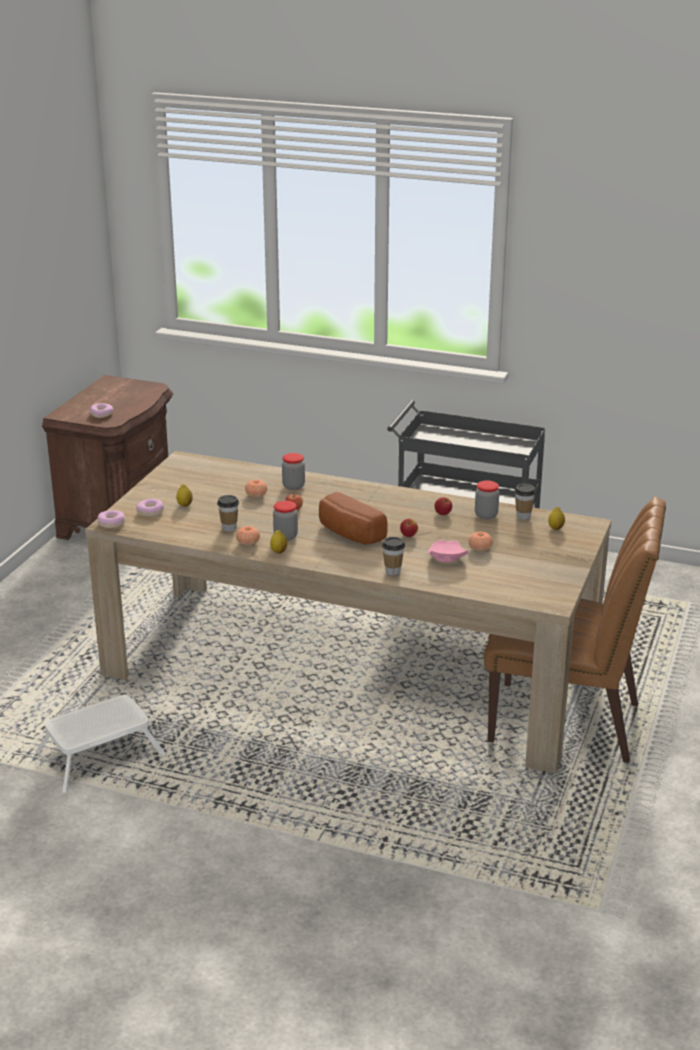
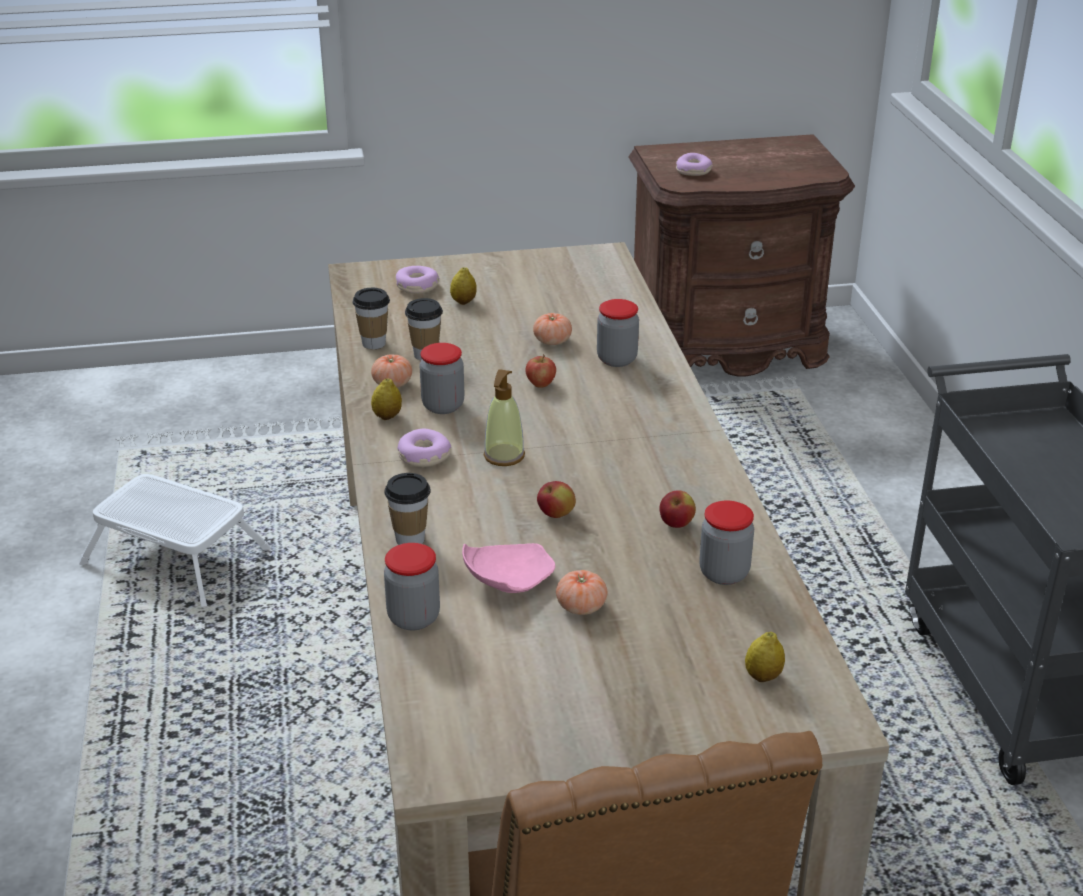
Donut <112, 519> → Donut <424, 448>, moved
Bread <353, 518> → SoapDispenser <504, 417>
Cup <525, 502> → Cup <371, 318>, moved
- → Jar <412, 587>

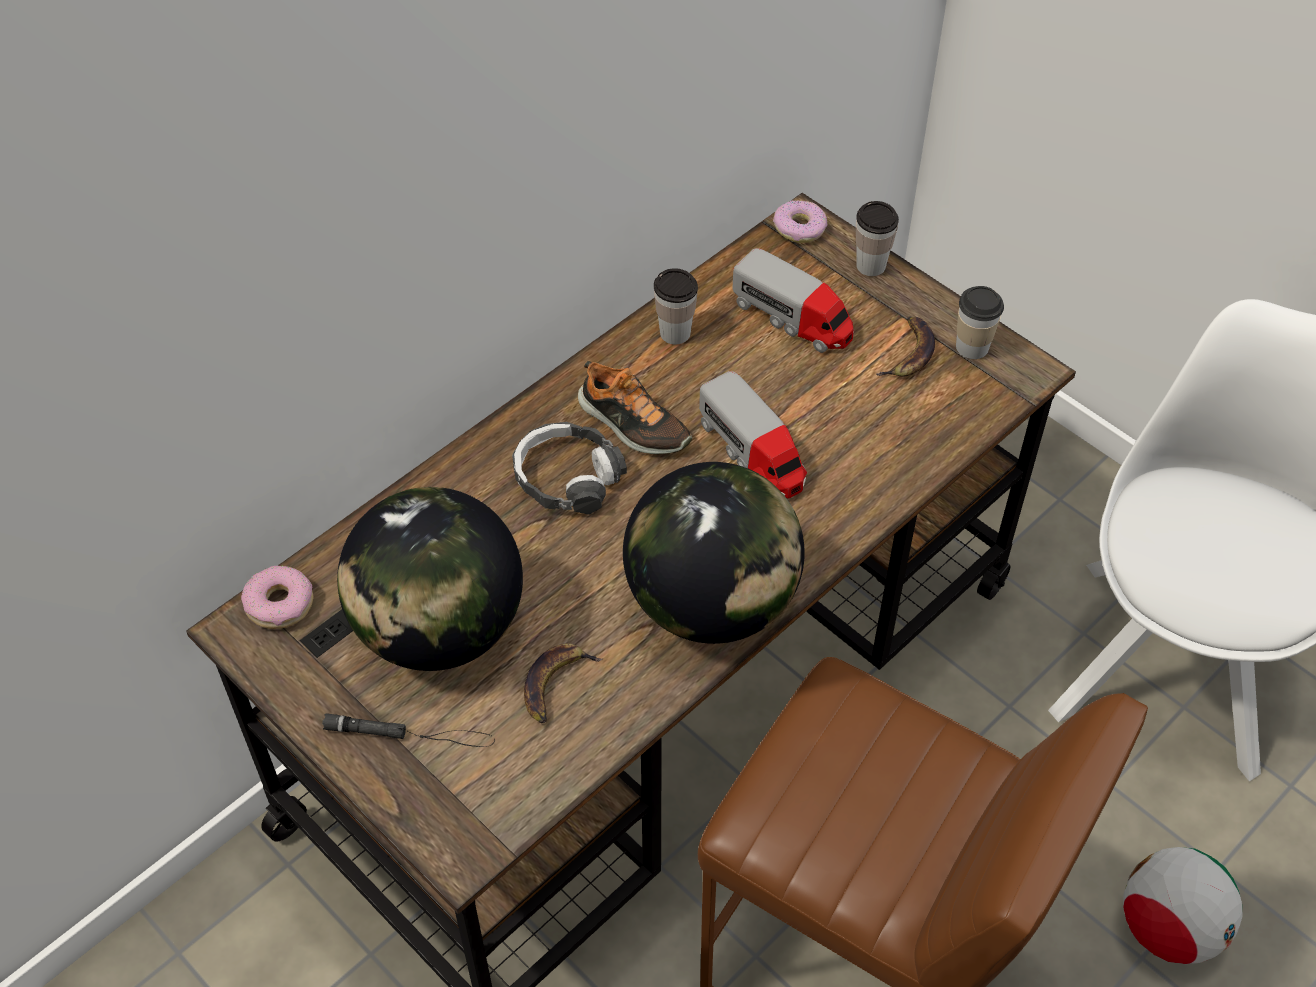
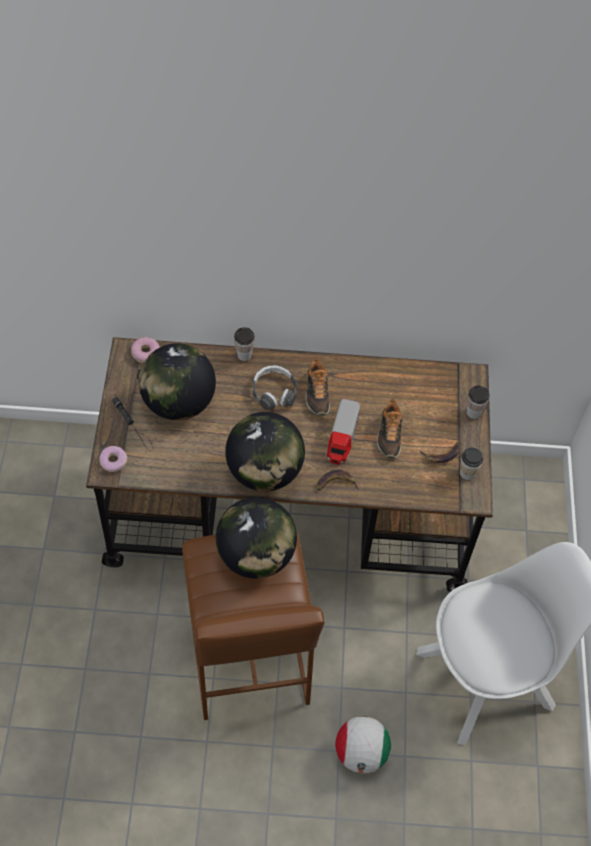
Banana <563, 683> → Banana <338, 480>, moved
Cup <676, 306> → Cup <244, 344>, moved
ToyTruck <793, 300> → -
Donut <800, 221> → Donut <113, 459>, moved
- → Globe <256, 538>
- → Shoe <390, 428>

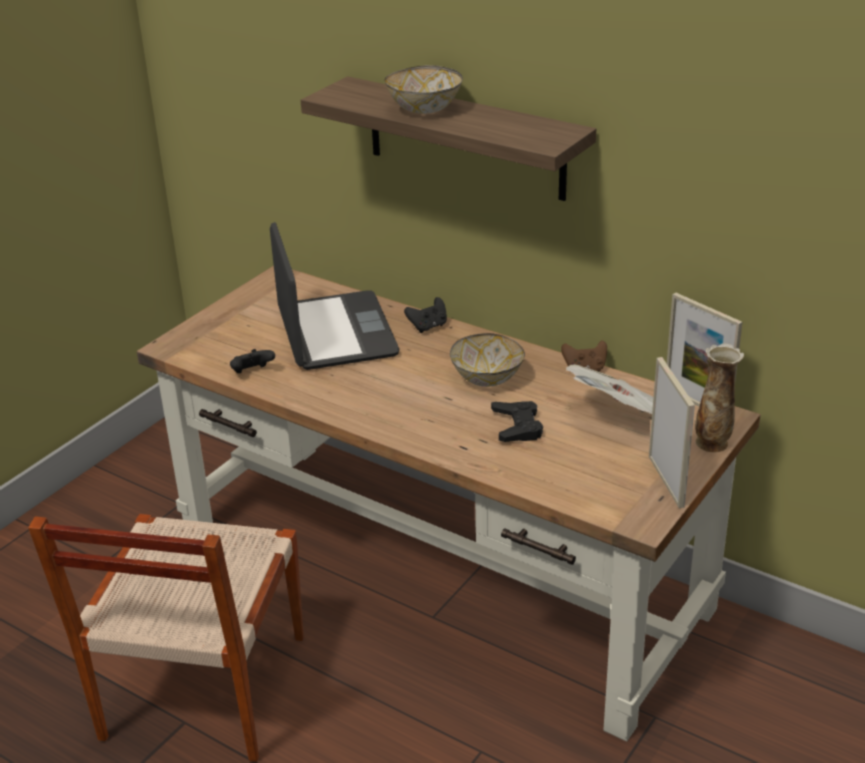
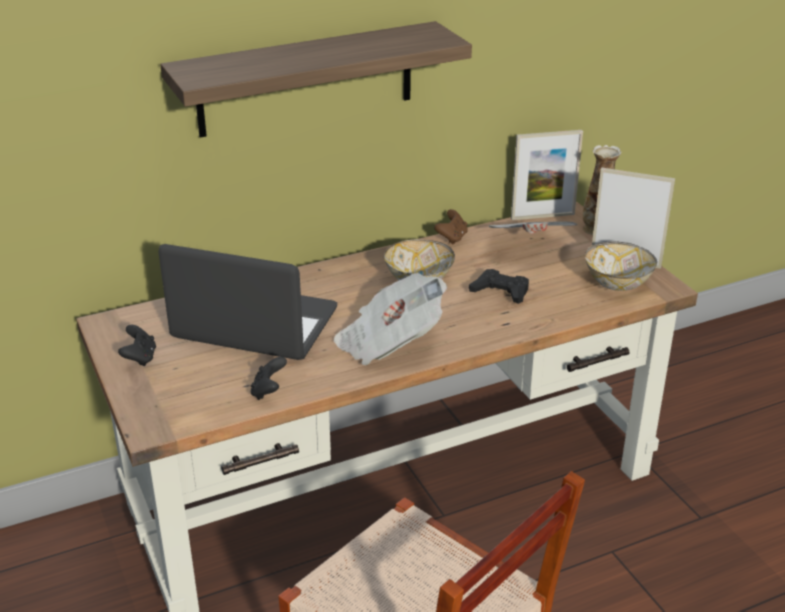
Bowl <424, 89> → Bowl <621, 266>, moved
BlackGameController <425, 315> → BlackGameController <137, 345>, moved
- → Newspaper <390, 319>

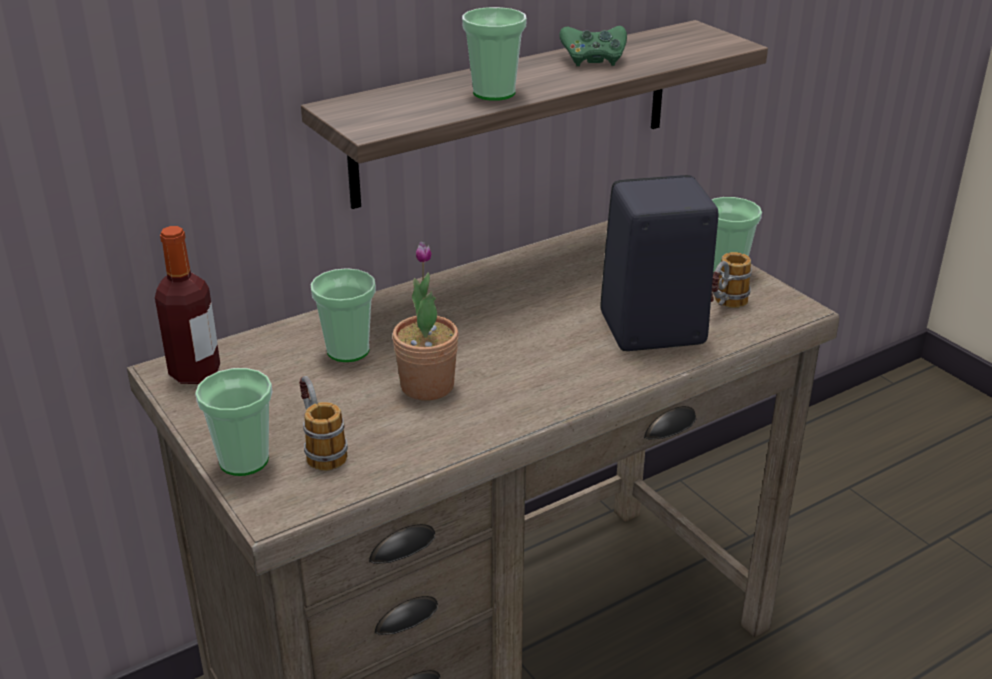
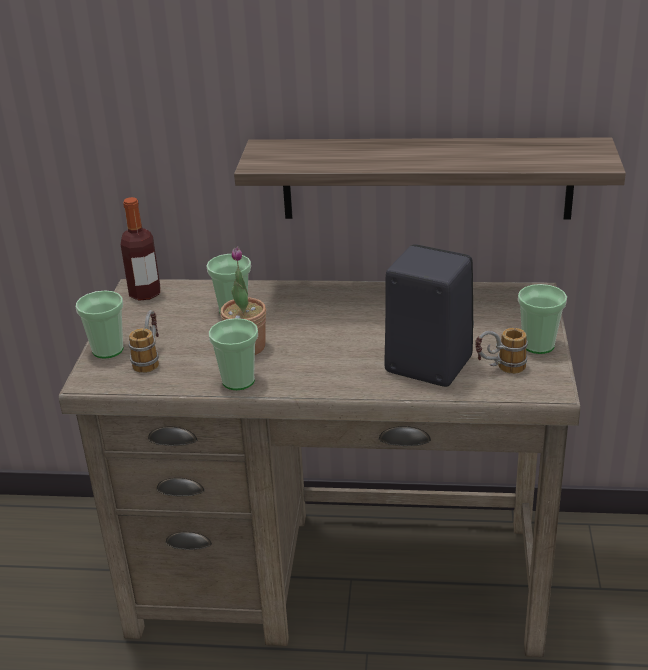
Cup <494, 54> → Cup <233, 354>, moved
GreenGameController <593, 46> → -

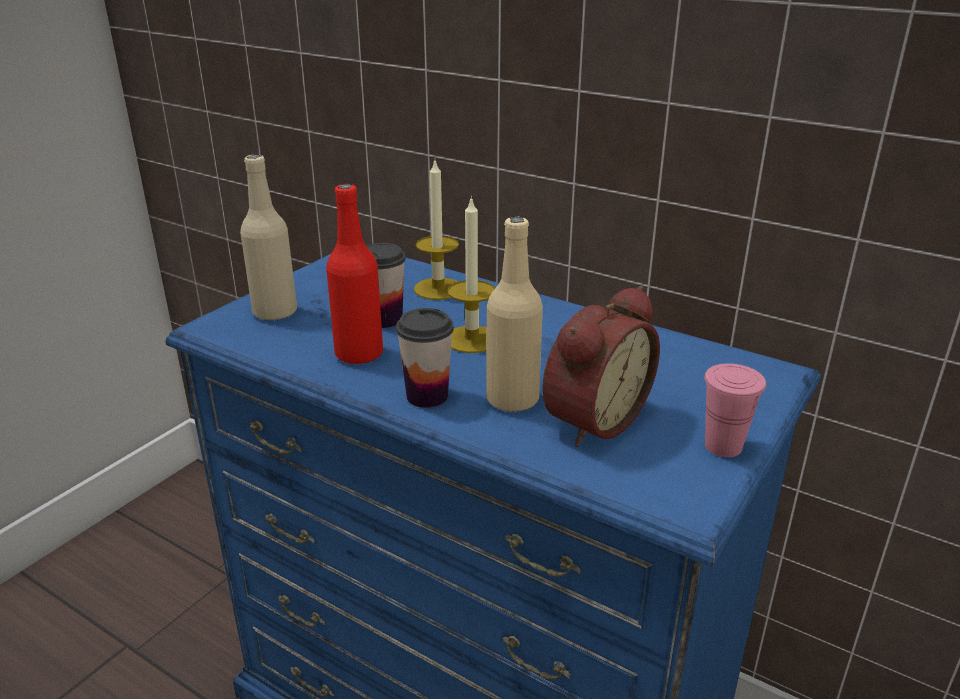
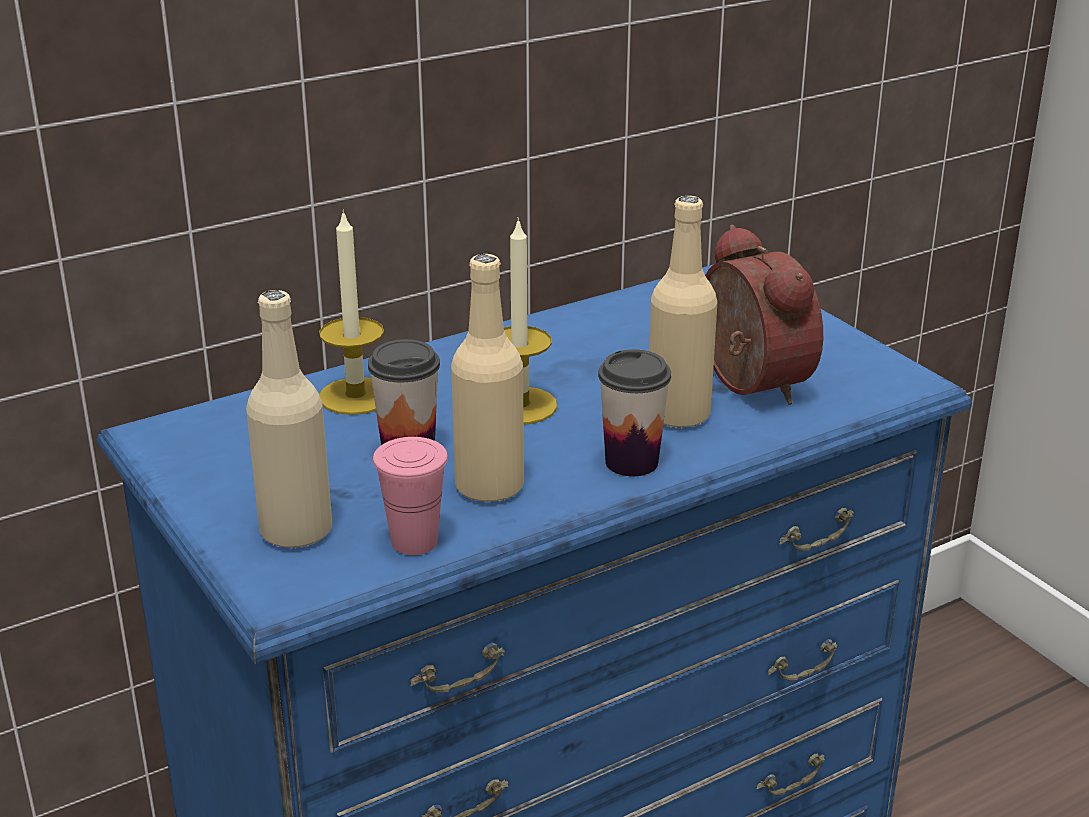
RedBottle <354, 274> → BeigeBottle <487, 378>
PinkCup <735, 410> → PinkCup <410, 496>, moved

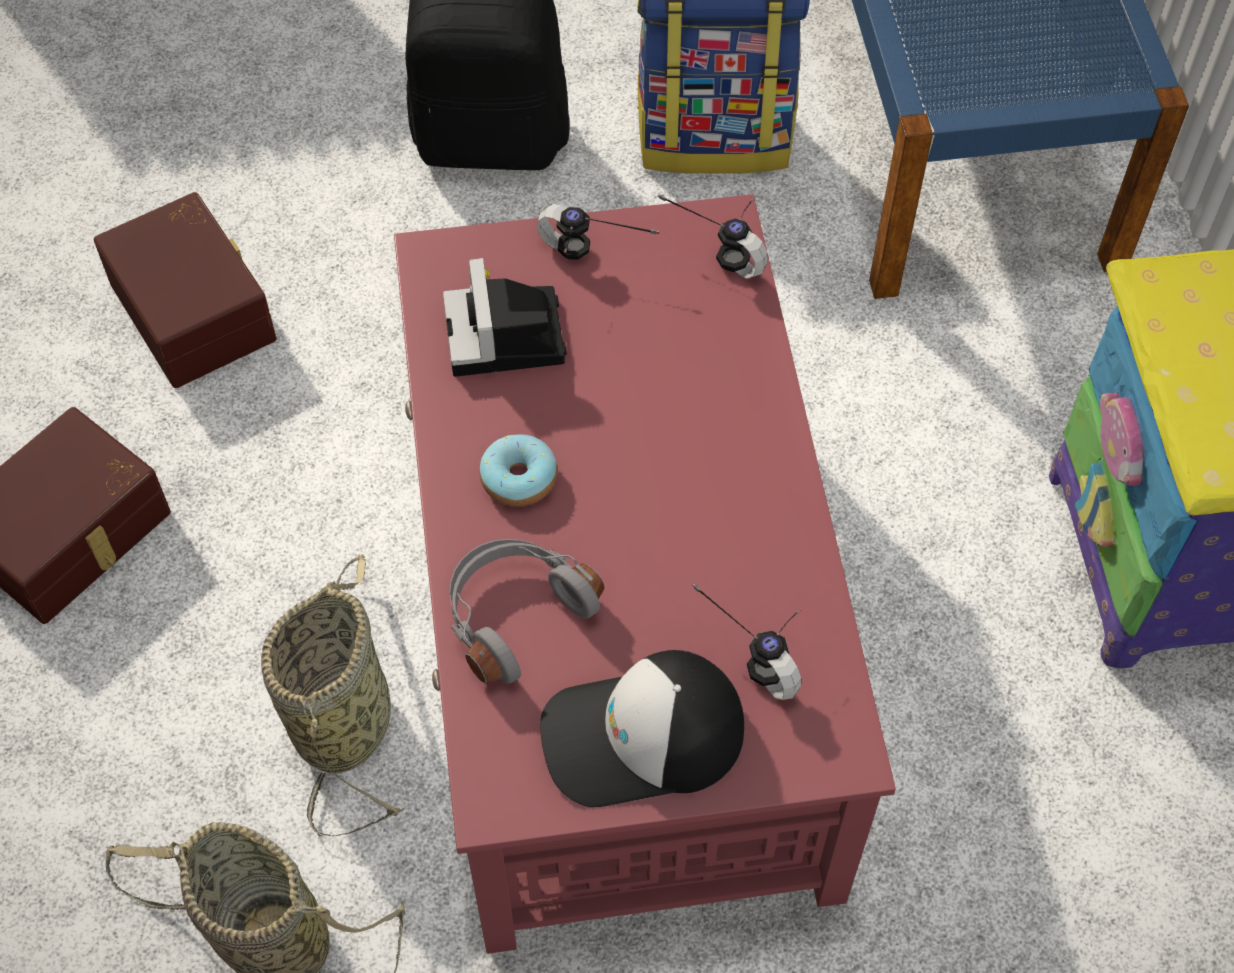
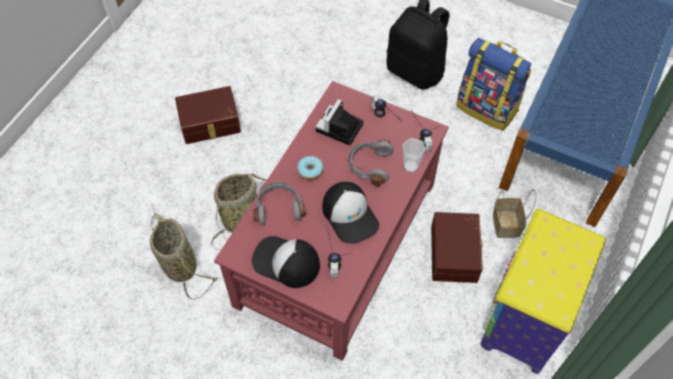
BrownStorageBox <185, 290> → BrownStorageBox <457, 247>, moved
- → Cap <350, 213>
- → GreyHeadphones <371, 163>
- → Cup <414, 155>
- → Basket <514, 213>

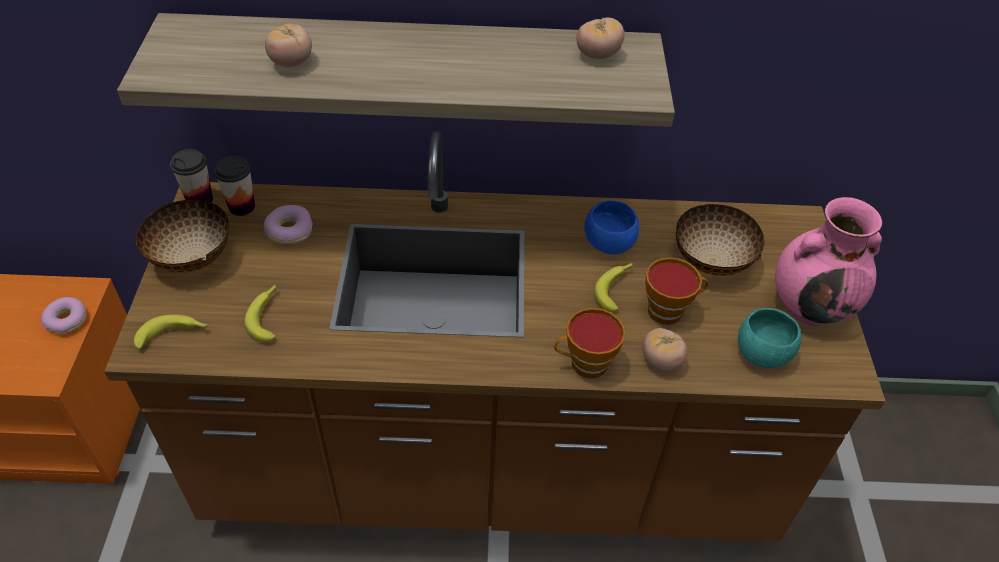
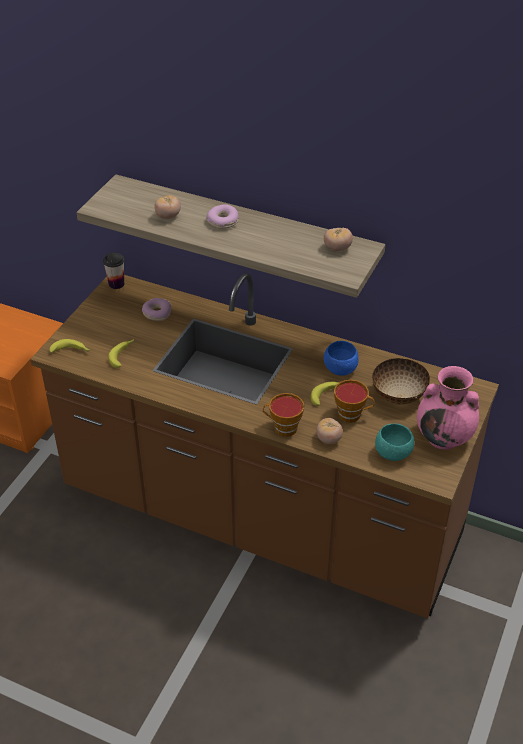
Donut <64, 315> → Donut <222, 216>, moved
Bowl <182, 236> → -
Cup <234, 186> → -

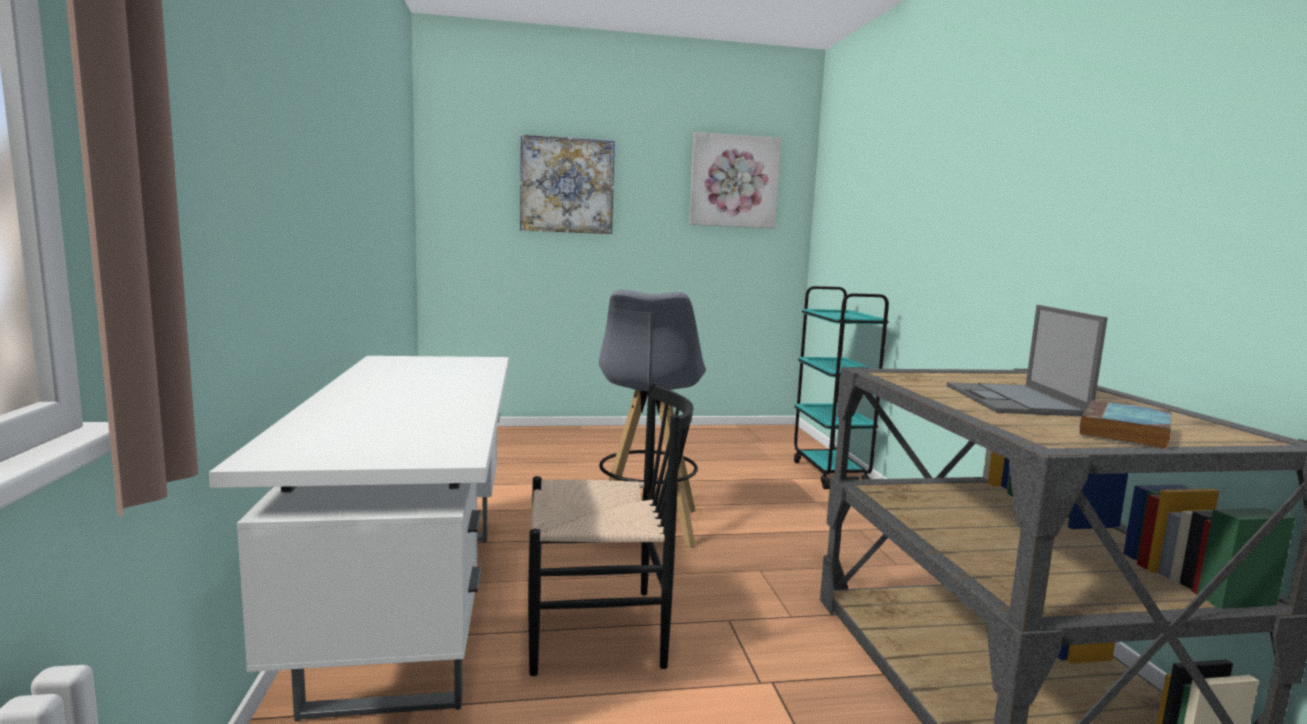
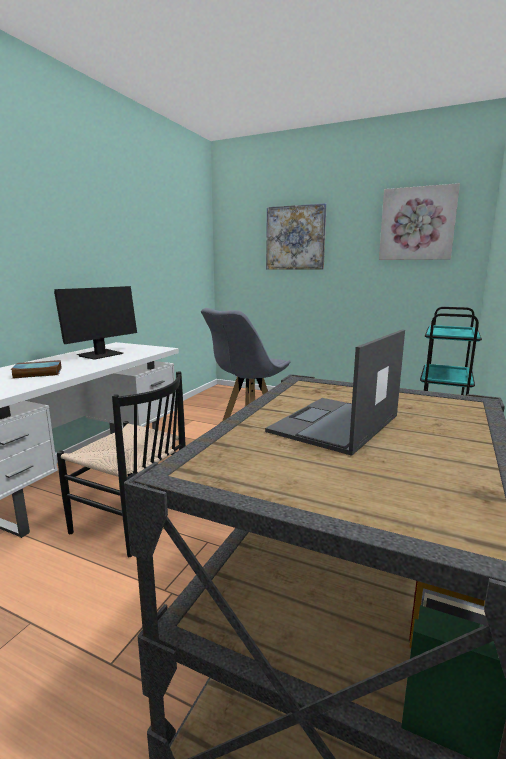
Book <1125, 425> → Book <36, 369>, moved
- → Monitor <95, 323>

